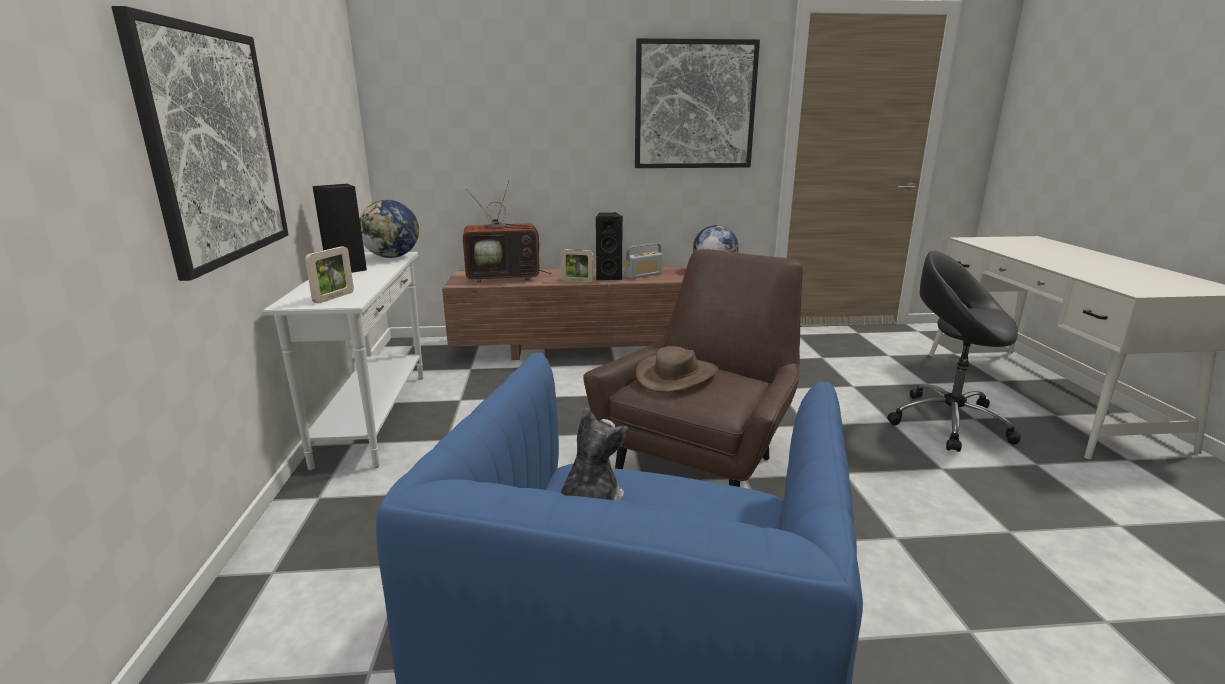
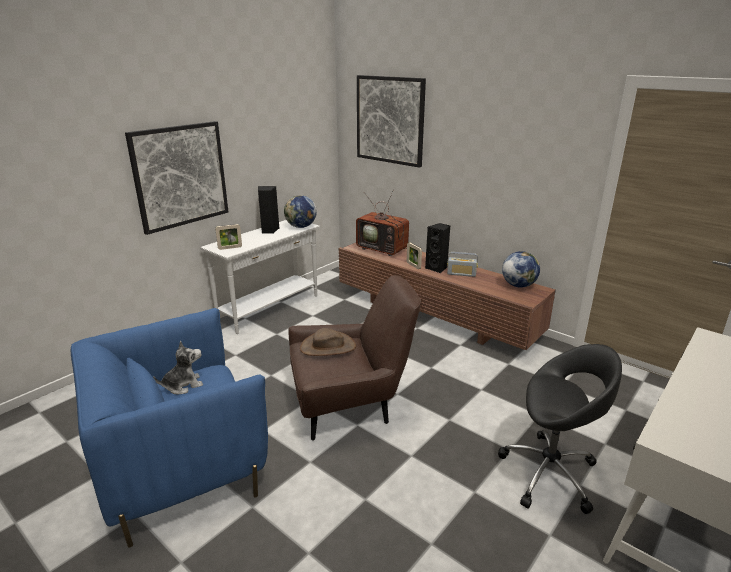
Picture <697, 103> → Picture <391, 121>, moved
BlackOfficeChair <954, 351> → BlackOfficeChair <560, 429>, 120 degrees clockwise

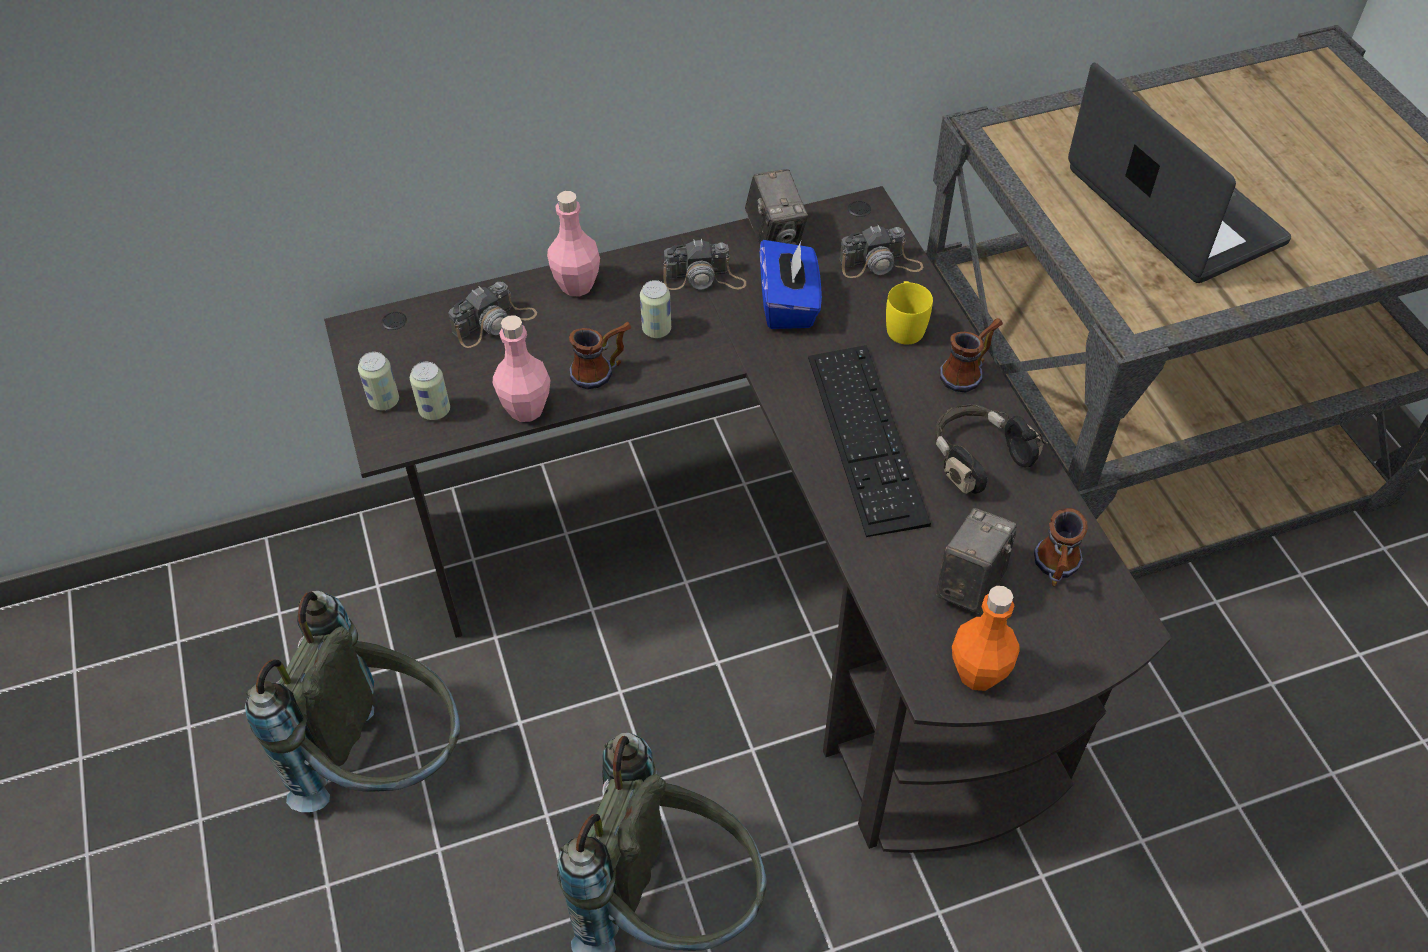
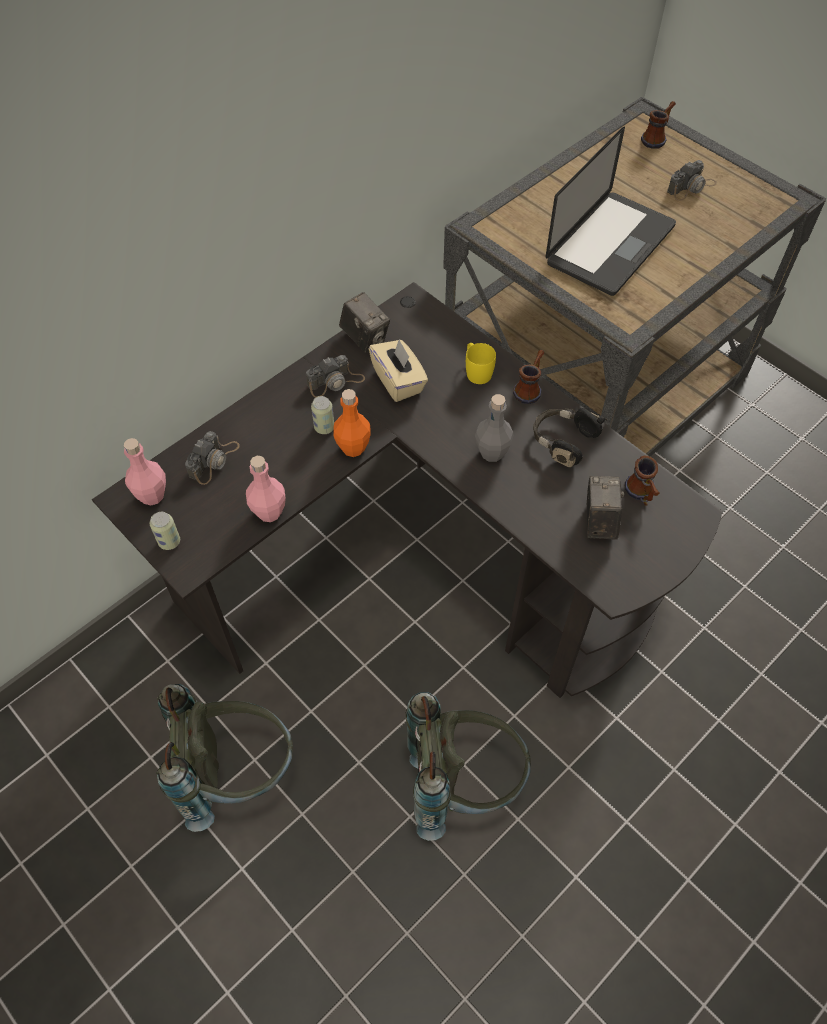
Can <430, 391> → -
PinkBottle <573, 244> → PinkBottle <145, 471>, moved
Mug <600, 355> → Mug <658, 125>, moved
BlueTissueBox <791, 284> → BeigeTissueBox <398, 370>
Keyboard <869, 441> → GreyBottle <494, 428>
PhotoCamera <881, 251> → PhotoCamera <692, 180>, moved
OrangeBottle <985, 638> → OrangeBottle <351, 423>, moved
Laptop <1179, 173> → Laptop <611, 211>, 90 degrees clockwise

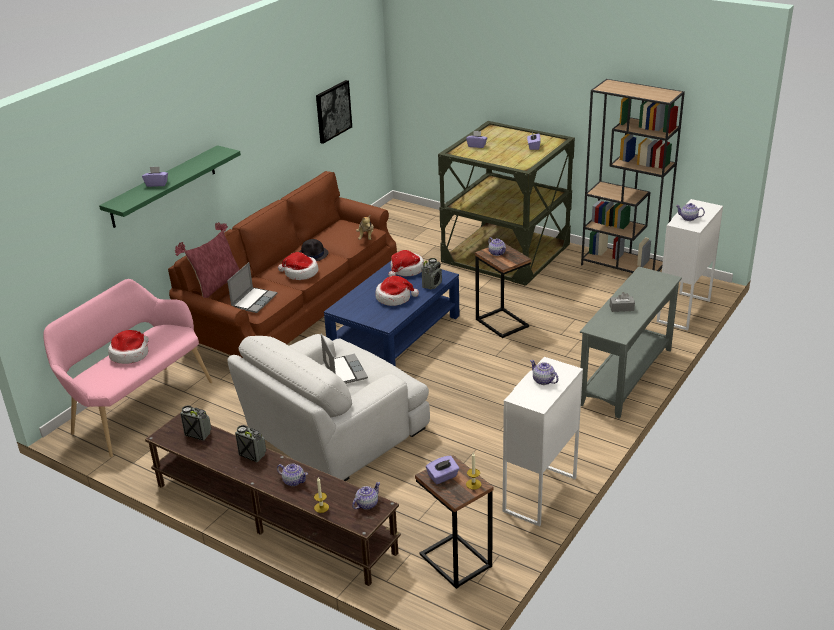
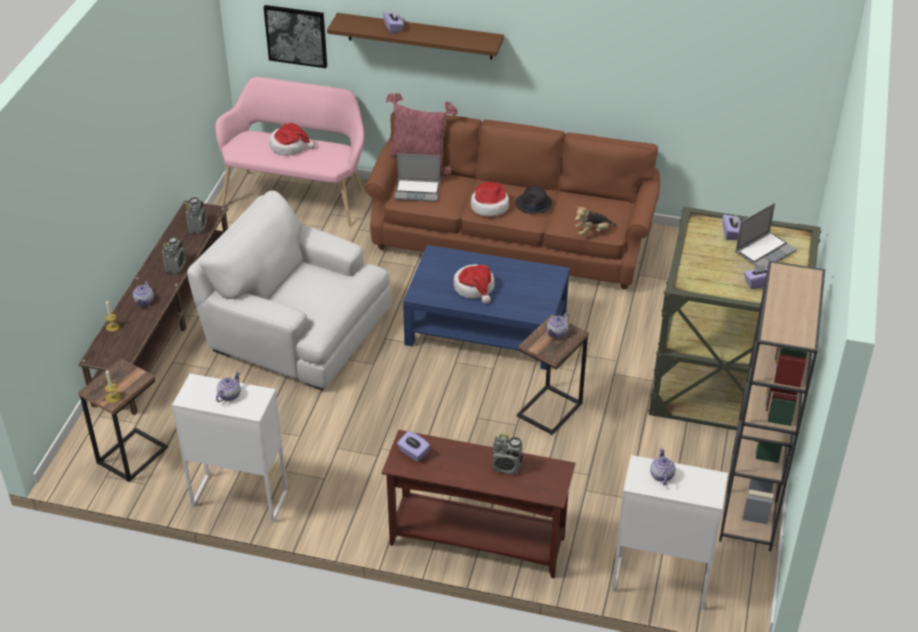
GreenShelf <170, 186> → BrownShelf <415, 36>
Picture <334, 112> → Picture <295, 36>, moved
Laptop <344, 358> → Laptop <766, 235>, moved
Teapot <366, 496> → -
Hat <406, 263> → -
Radio <432, 274> → Radio <508, 454>, moved
PurpleTissueBox <442, 470> → PurpleTissueBox <413, 446>, moved
GreyConsoleTable <631, 343> → BrownConsoleTable <479, 504>
GreyTissueBox <622, 302> → -

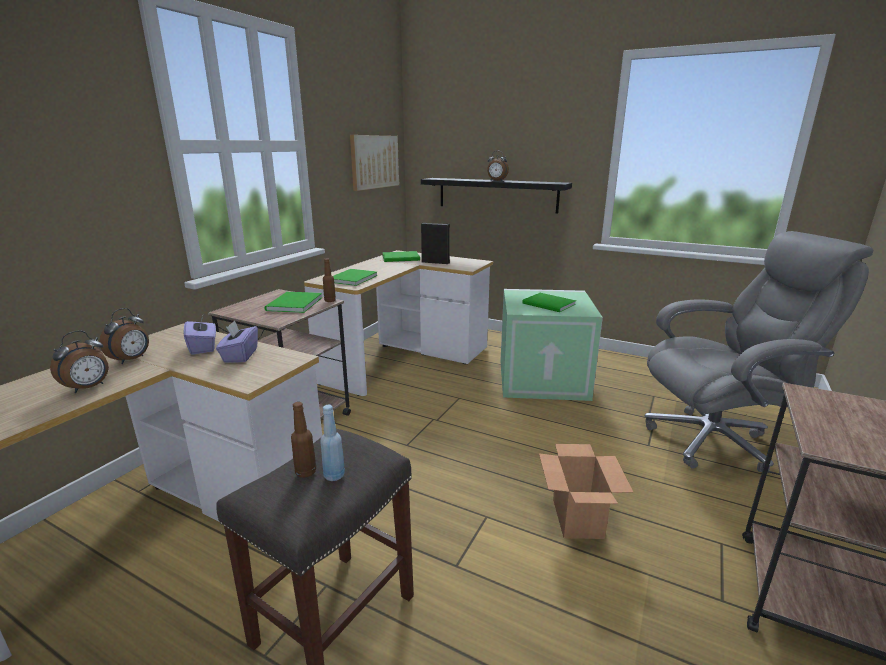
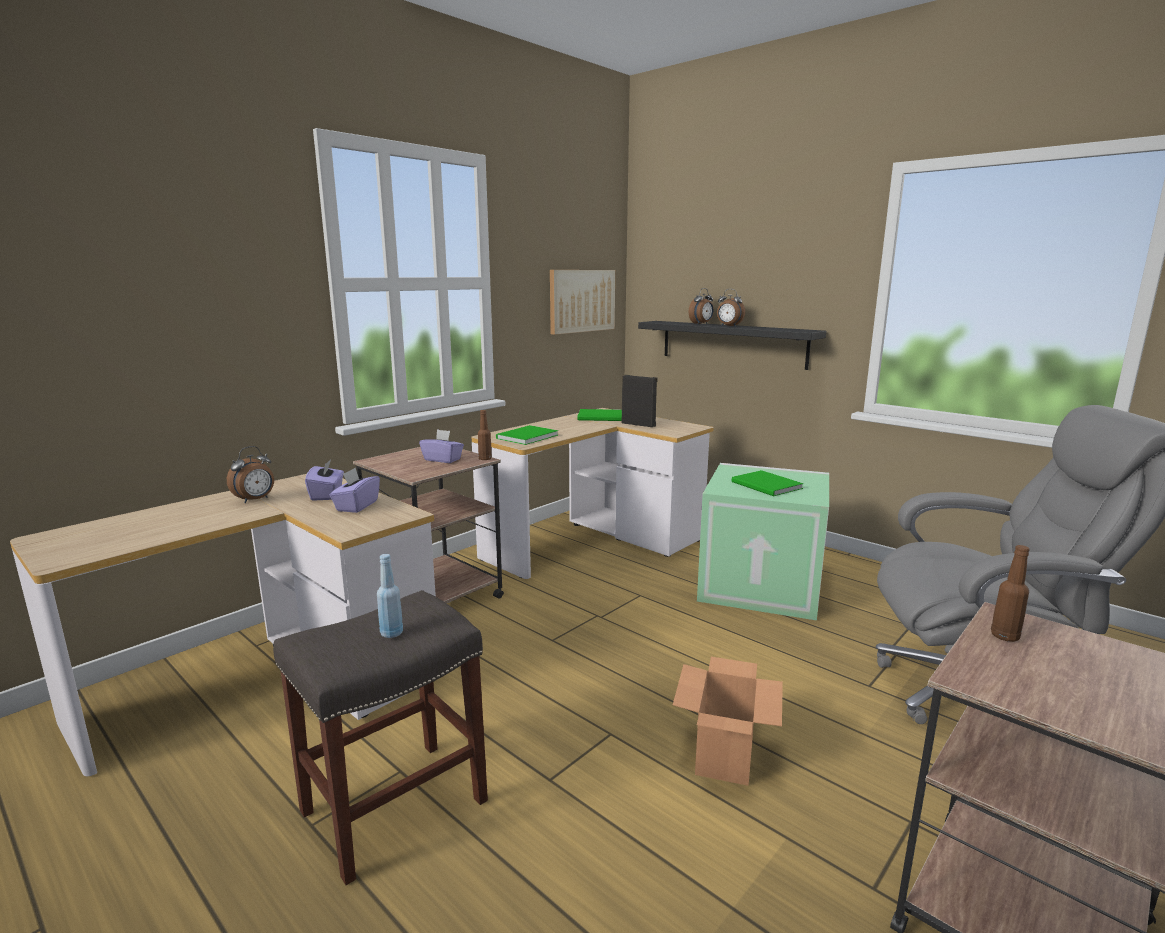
AlarmClock <79, 361> → AlarmClock <701, 306>, moved
GreenBook <293, 302> → PurpleTissueBox <441, 446>
BrownBottle <303, 440> → BrownBottle <1010, 593>, moved

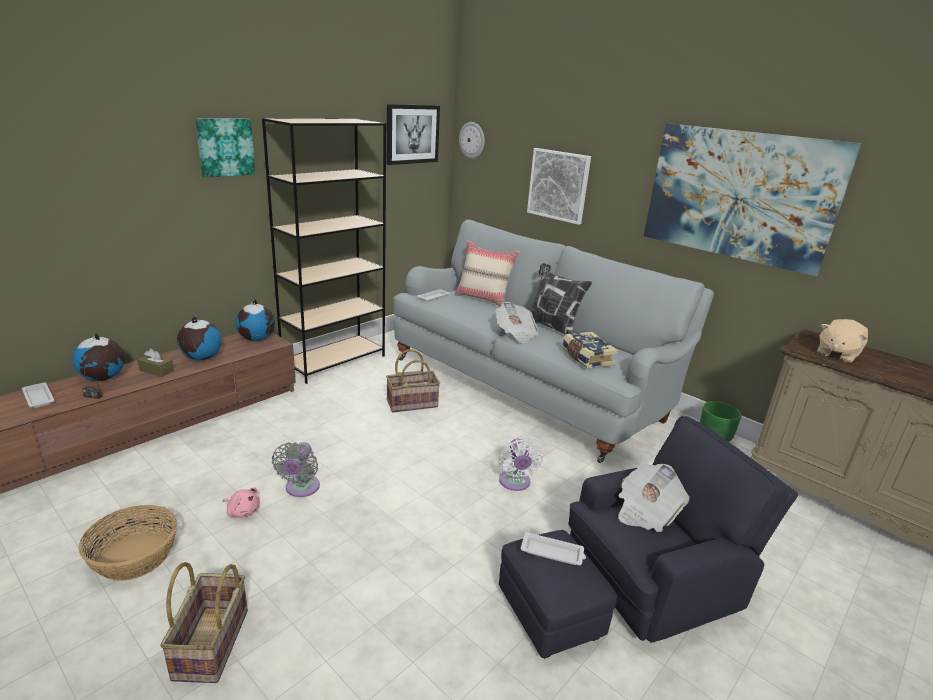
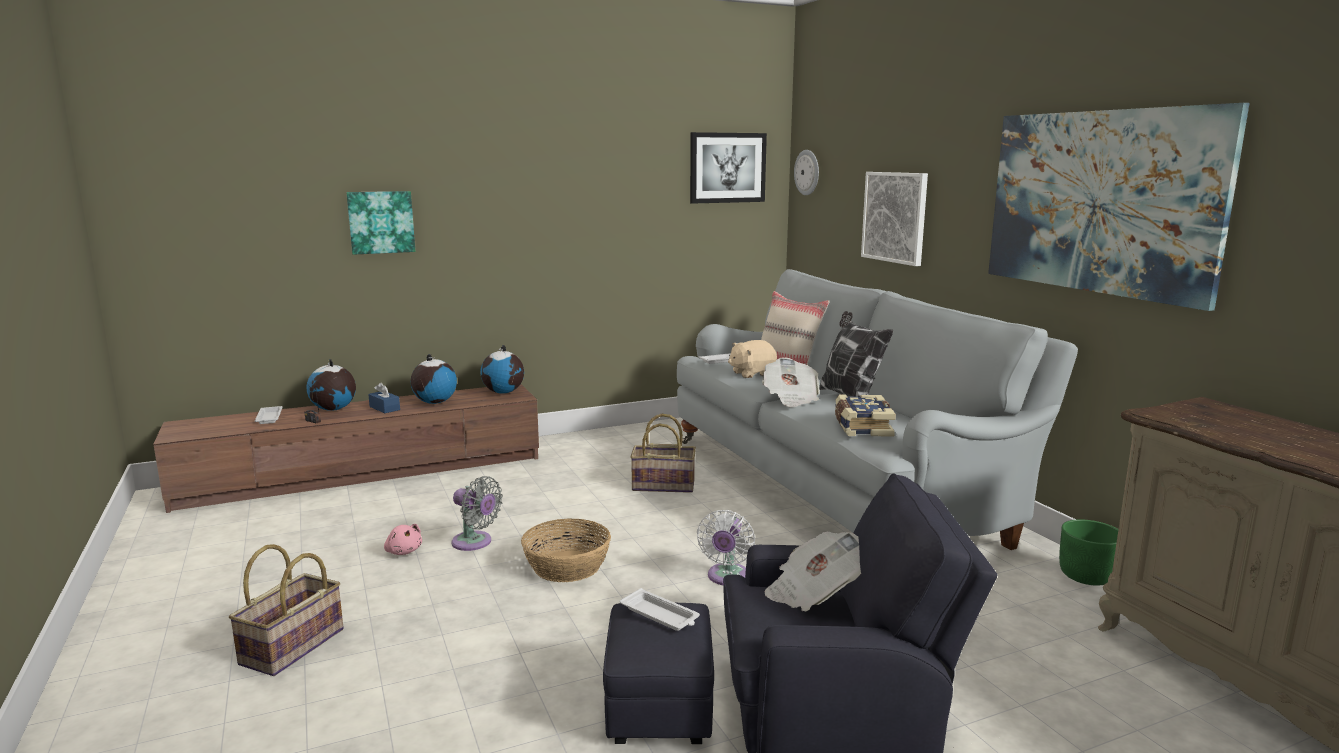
Basket <128, 543> → Basket <566, 550>, moved
BrownTissueBox <155, 363> → BlueTissueBox <384, 398>
Picture <225, 148> → Picture <380, 223>, moved
BeigeBookcase <324, 251> → -
GreyFan <296, 469> → GreyFan <477, 513>, 90 degrees counterclockwise
BeigePlushToy <842, 341> → BeigePlushToy <752, 359>, moved

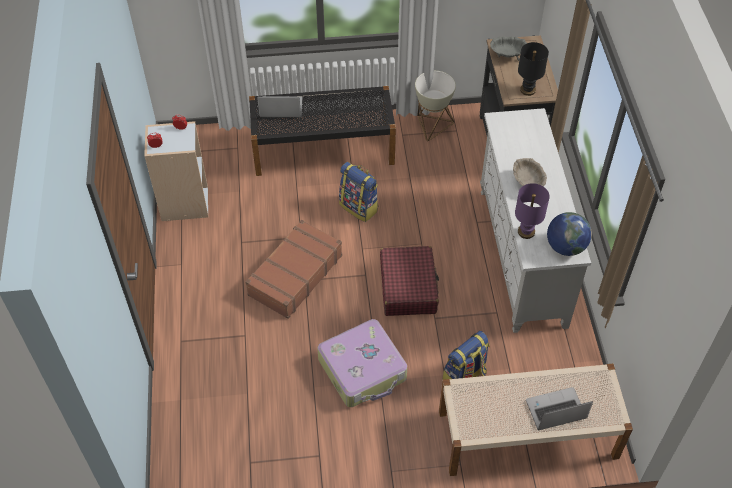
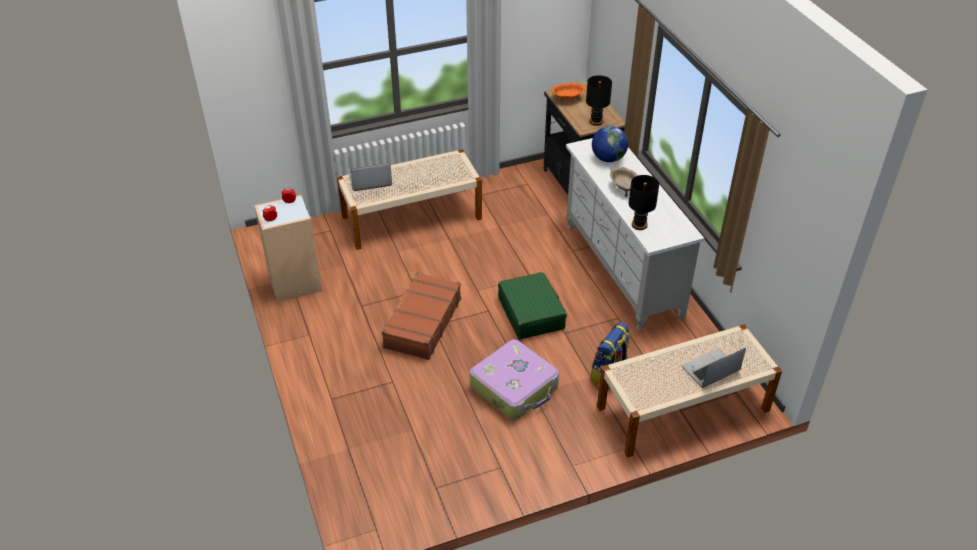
BlackBench <322, 131> → BeigeBench <409, 199>
Backpack <359, 192> → -
RedSuitcase <409, 281> → GreenSuitcase <532, 305>
Planter <435, 106> → -
GreyBowl <508, 48> → OrangeBowl <569, 92>
PurpleTableLamp <532, 211> → BlackTableLamp <644, 202>
Globe <569, 234> → Globe <610, 144>, moved

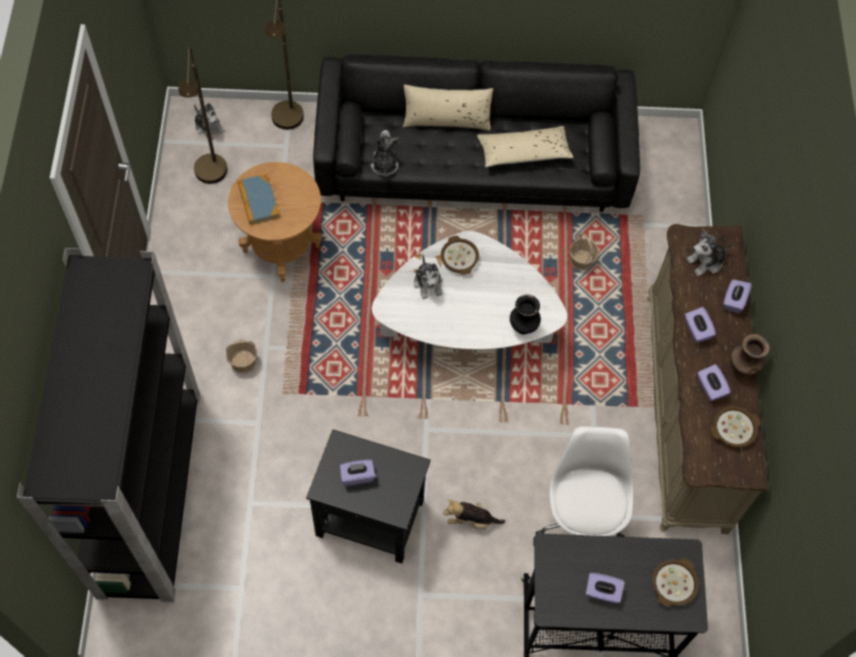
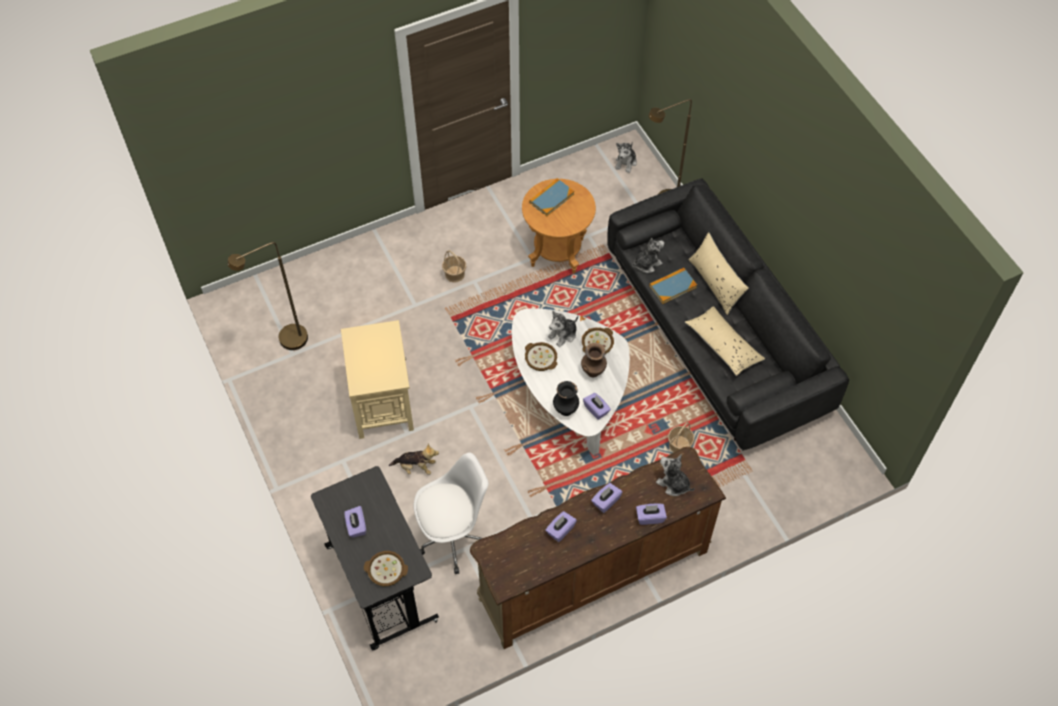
BlackBookcase <108, 425> → -
BrownFloorLamp <203, 115> → BrownFloorLamp <268, 296>, moved
BlackSideTable <368, 496> → BeigeSideTable <377, 379>
PurpleTissueBox <358, 473> → PurpleTissueBox <597, 406>, moved
PlushToy <474, 514> → PlushToy <414, 459>, 120 degrees clockwise
Bowl <736, 427> → Bowl <541, 356>, moved
BrownVase <749, 355> → BrownVase <594, 360>, moved
- → Book <673, 286>

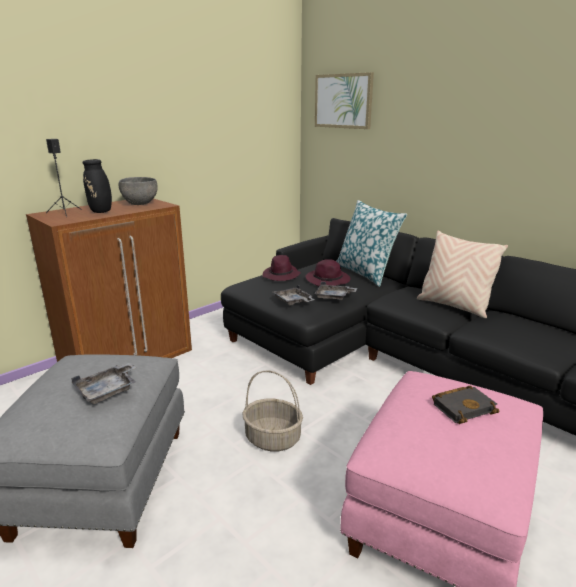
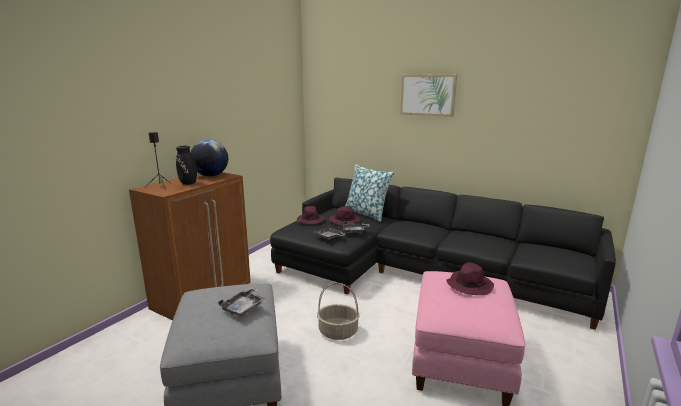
GreyBowl <138, 191> → Globe <209, 158>
Picture <344, 100> → Picture <428, 95>, moved
BeigePillow <462, 274> → -
BlackBook <465, 405> → PurpleHat <470, 278>

